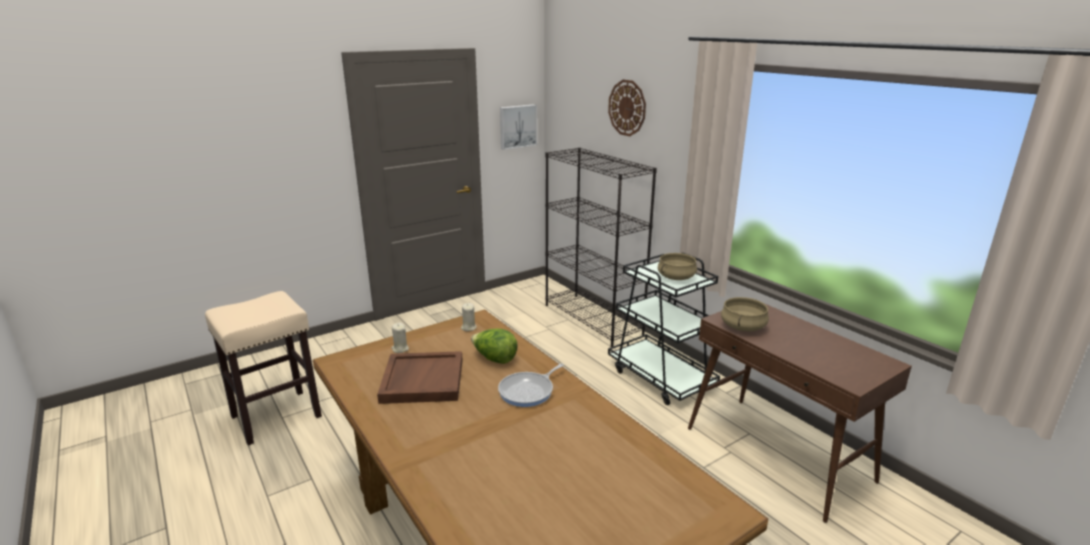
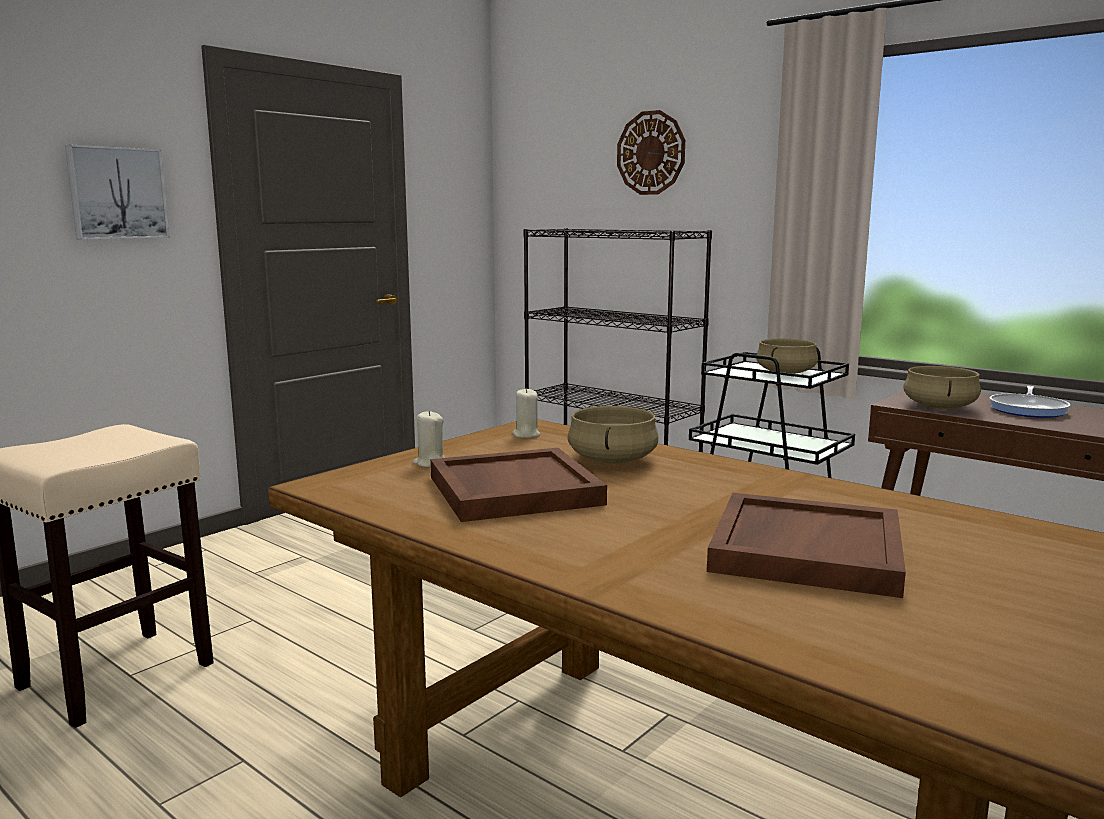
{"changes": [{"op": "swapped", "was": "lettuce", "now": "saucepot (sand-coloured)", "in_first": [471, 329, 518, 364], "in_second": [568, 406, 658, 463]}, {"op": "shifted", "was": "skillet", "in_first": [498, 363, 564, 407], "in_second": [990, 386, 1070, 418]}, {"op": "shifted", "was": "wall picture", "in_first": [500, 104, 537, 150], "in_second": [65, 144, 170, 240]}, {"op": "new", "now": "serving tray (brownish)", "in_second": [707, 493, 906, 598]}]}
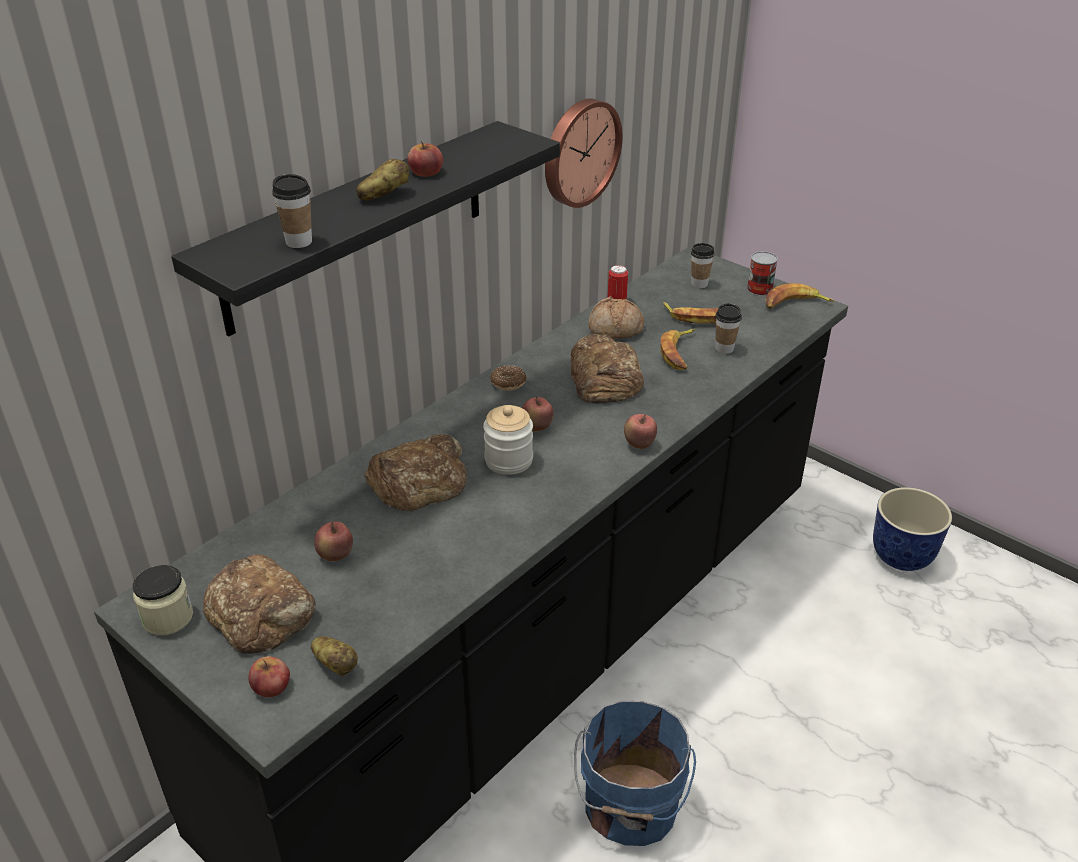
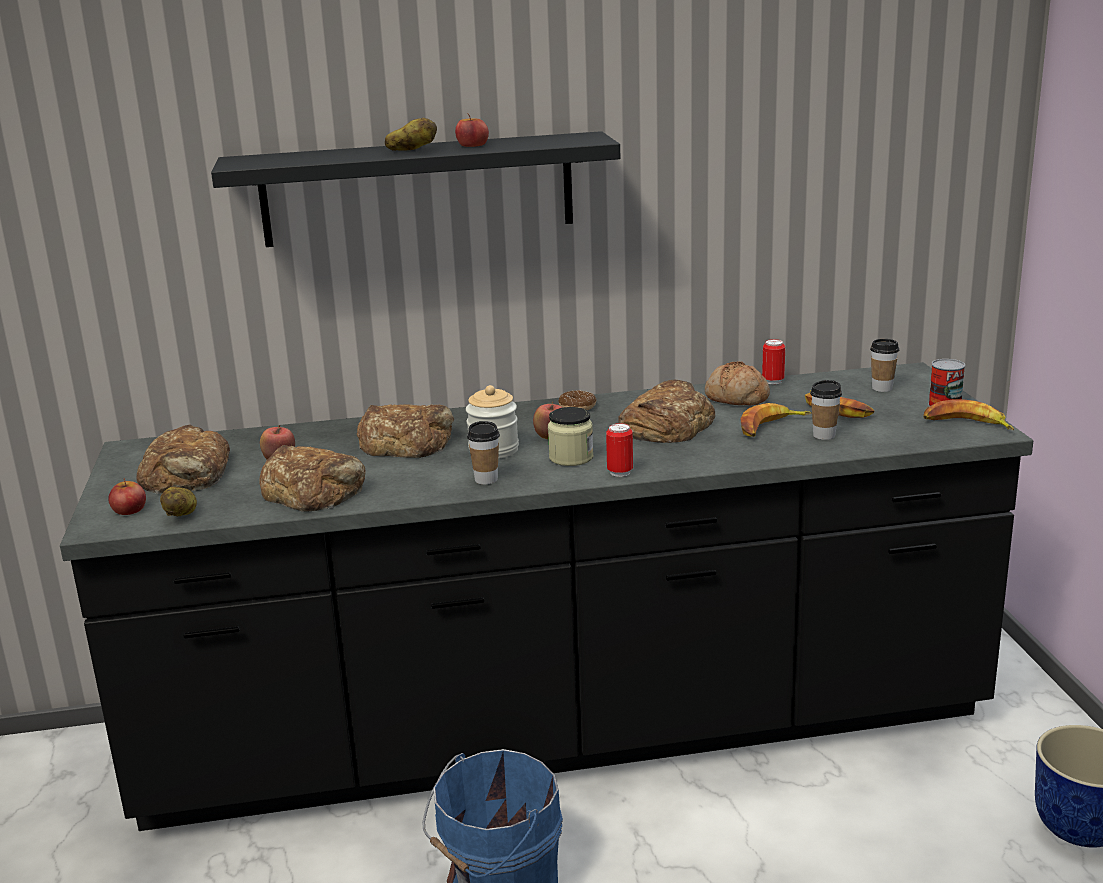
{"changes": [{"op": "shifted", "was": "storage jar", "in_first": [133, 565, 193, 636], "in_second": [548, 407, 593, 466]}, {"op": "shifted", "was": "small cup", "in_first": [272, 174, 312, 248], "in_second": [467, 421, 500, 485]}, {"op": "gone", "was": "wall clock", "in_first": [545, 98, 622, 208]}, {"op": "swapped", "was": "apple", "now": "sealed can", "in_first": [624, 414, 657, 449], "in_second": [606, 423, 633, 477]}, {"op": "new", "now": "bread", "in_second": [259, 445, 366, 511]}]}
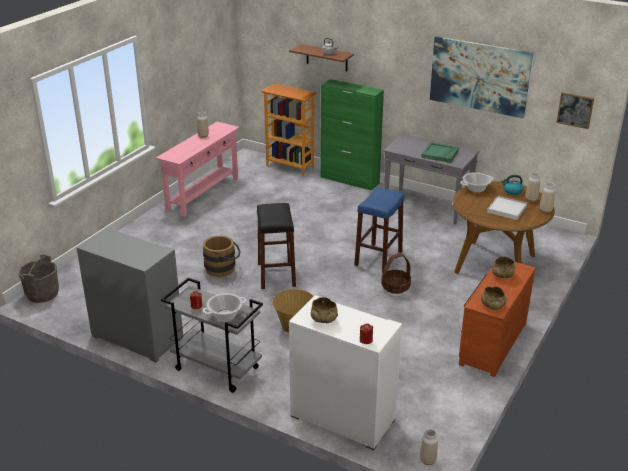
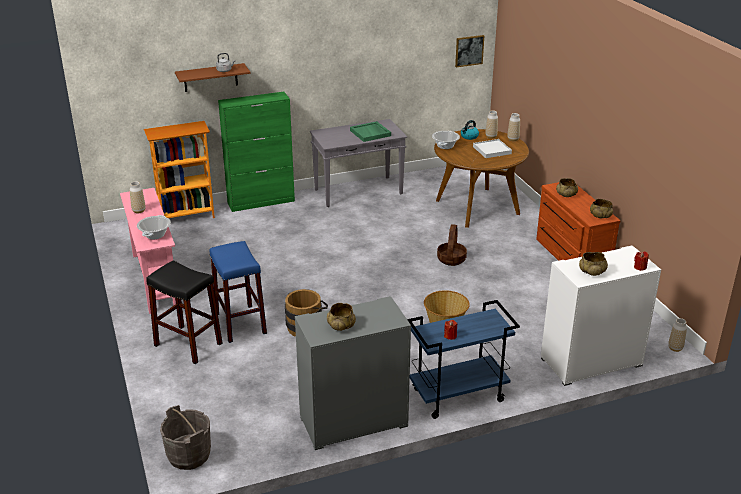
{"changes": [{"op": "repainted", "was": "wheeled cart (greyish)", "now": "wheeled cart (blue)", "in_first": [161, 278, 263, 393], "in_second": [408, 300, 520, 419]}, {"op": "shifted", "was": "saucepot", "in_first": [203, 293, 247, 321], "in_second": [137, 215, 171, 239]}, {"op": "shifted", "was": "stool seat (black)", "in_first": [257, 203, 296, 289], "in_second": [146, 260, 222, 364]}, {"op": "shifted", "was": "stool seat (blue)", "in_first": [354, 188, 404, 273], "in_second": [209, 241, 267, 343]}, {"op": "gone", "was": "wall picture", "in_first": [430, 36, 533, 118]}, {"op": "new", "now": "bowl (sand-coloured)", "in_second": [327, 303, 356, 331]}]}
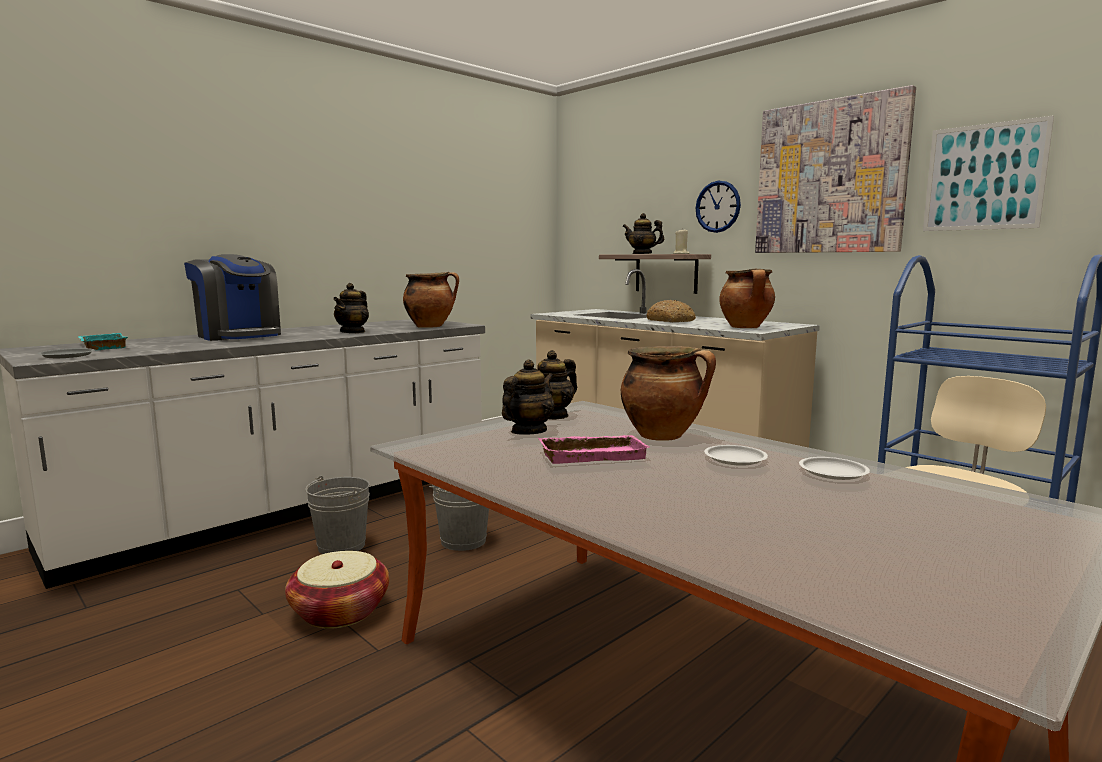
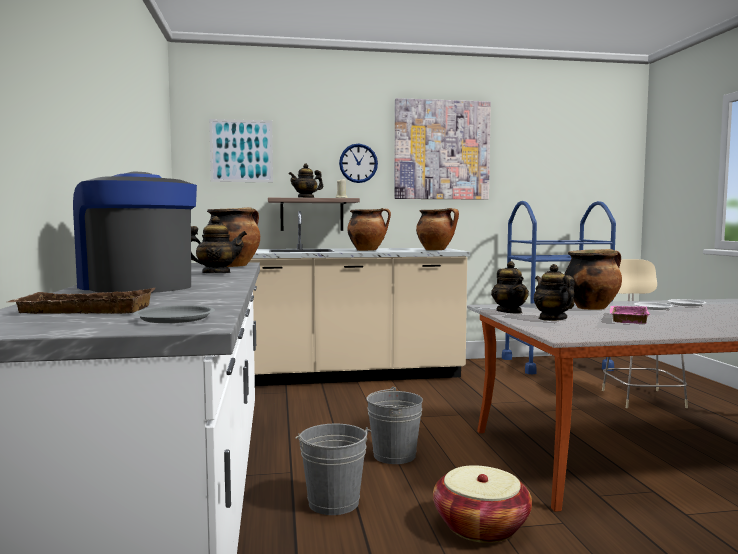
{"changes": [{"op": "repainted", "was": "serving tray (turquoise-coloured)", "now": "serving tray (brownish)", "in_first": [78, 333, 128, 350], "in_second": [8, 288, 155, 314]}, {"op": "rotated", "was": "coffee machine", "in_first": [184, 254, 281, 341], "in_second": [73, 172, 197, 293], "clockwise": -120}, {"op": "rotated", "was": "pot for tea", "in_first": [333, 283, 369, 333], "in_second": [191, 216, 247, 273], "clockwise": -60}, {"op": "swapped", "was": "bread", "now": "saucepot", "in_first": [646, 300, 696, 322], "in_second": [347, 208, 391, 251]}, {"op": "shifted", "was": "wall picture", "in_first": [923, 115, 1054, 231], "in_second": [209, 119, 273, 182]}]}
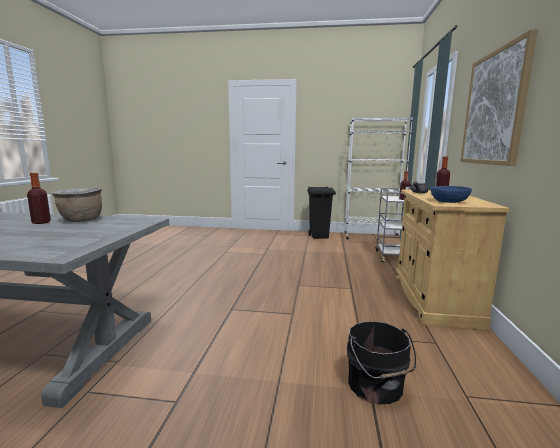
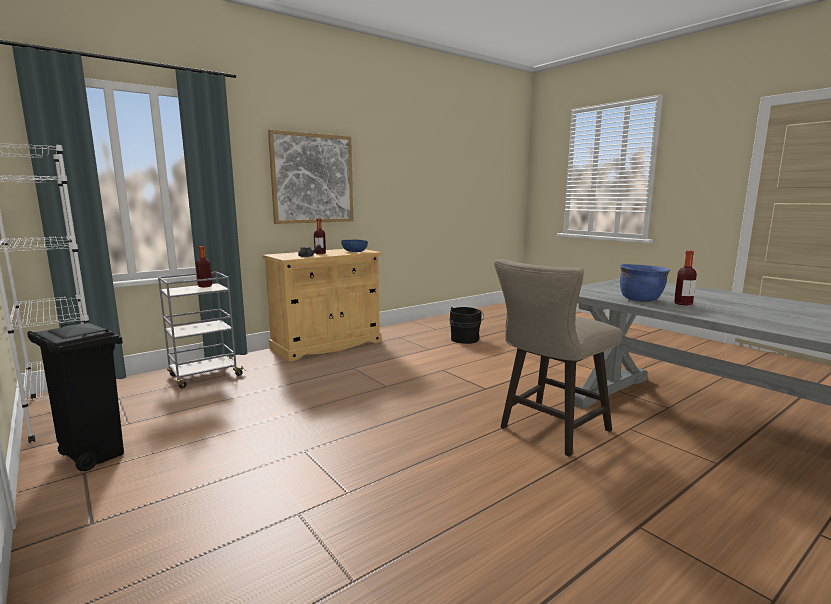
{"changes": [{"op": "repainted", "was": "saucepot (brownish)", "now": "saucepot (blue)", "in_first": [52, 188, 102, 222], "in_second": [620, 264, 670, 302]}, {"op": "new", "now": "stool seat (sand-coloured)", "in_second": [494, 259, 622, 456]}]}
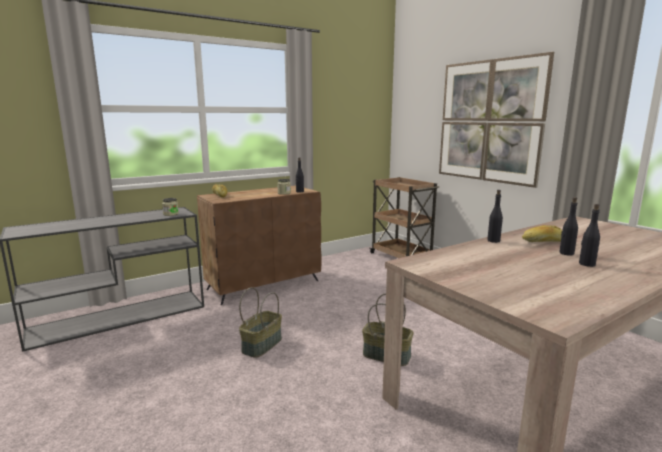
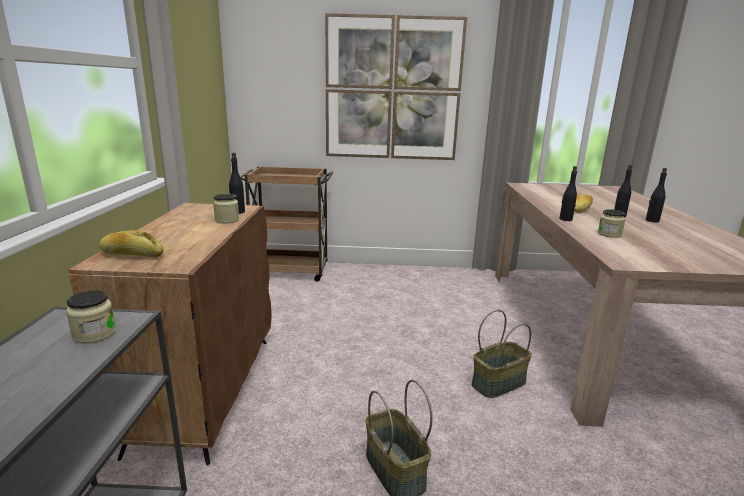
{"changes": [{"op": "new", "now": "storage jar", "in_second": [598, 209, 625, 238]}]}
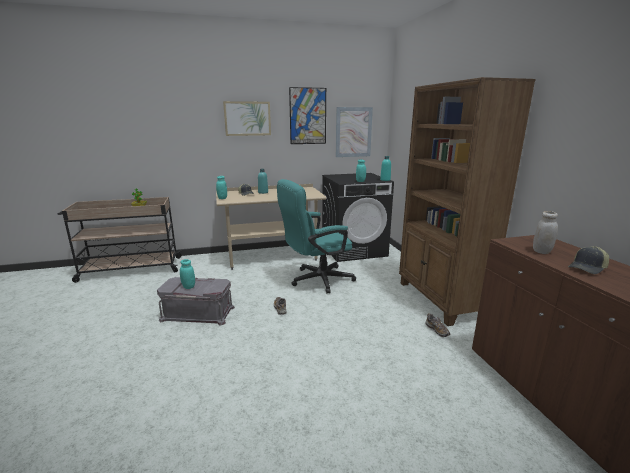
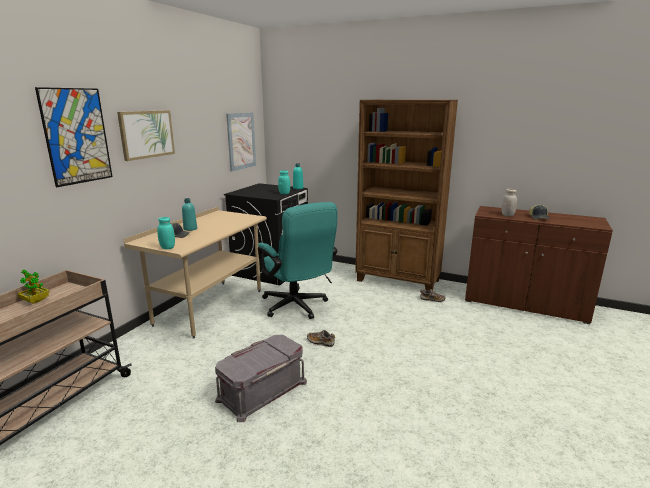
{"changes": [{"op": "gone", "was": "storage jar (turquoise-coloured)", "in_first": [180, 259, 195, 289]}, {"op": "rotated", "was": "computer chair (turquoise-coloured)", "in_first": [277, 179, 356, 293], "in_second": [258, 202, 337, 319], "clockwise": -45}, {"op": "shifted", "was": "wall picture", "in_first": [289, 87, 326, 144], "in_second": [35, 87, 113, 187]}]}
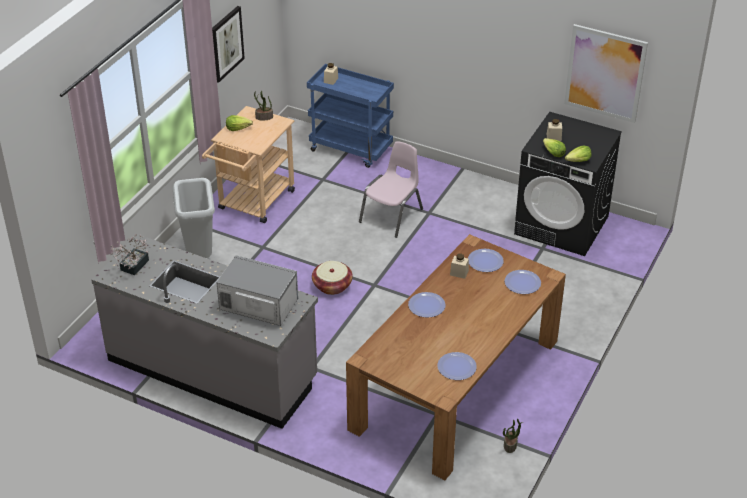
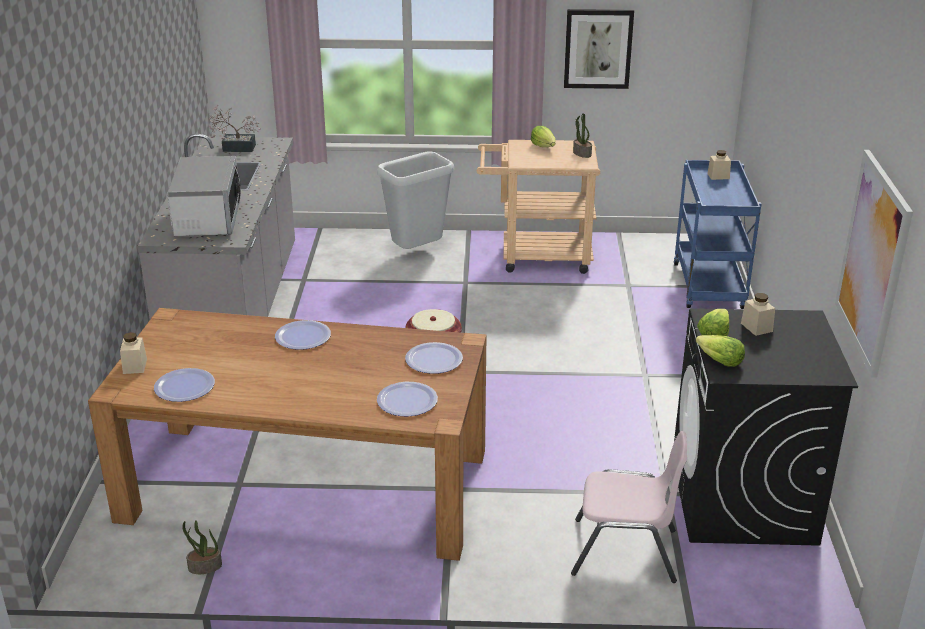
{"changes": [{"op": "shifted", "was": "chair (pink)", "in_first": [359, 141, 423, 238], "in_second": [571, 431, 687, 583]}, {"op": "shifted", "was": "storage jar (sand-coloured)", "in_first": [450, 254, 469, 279], "in_second": [120, 332, 147, 374]}]}
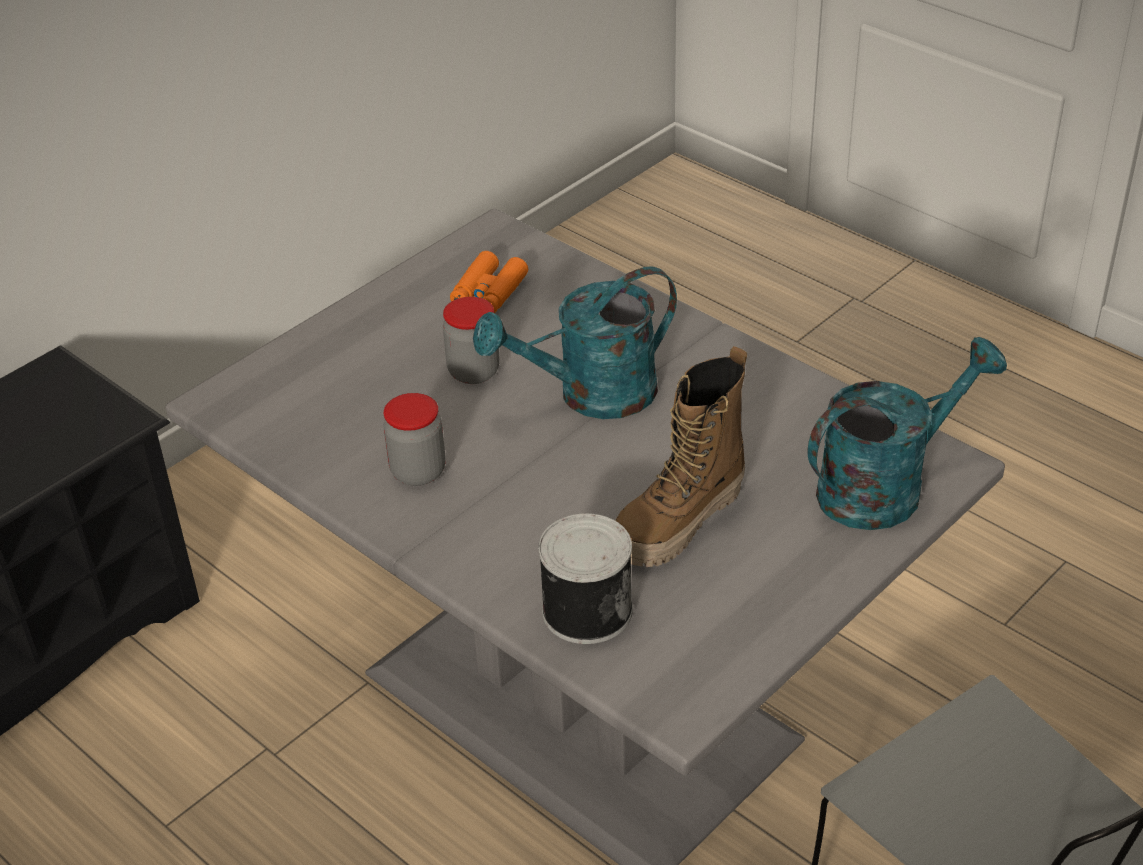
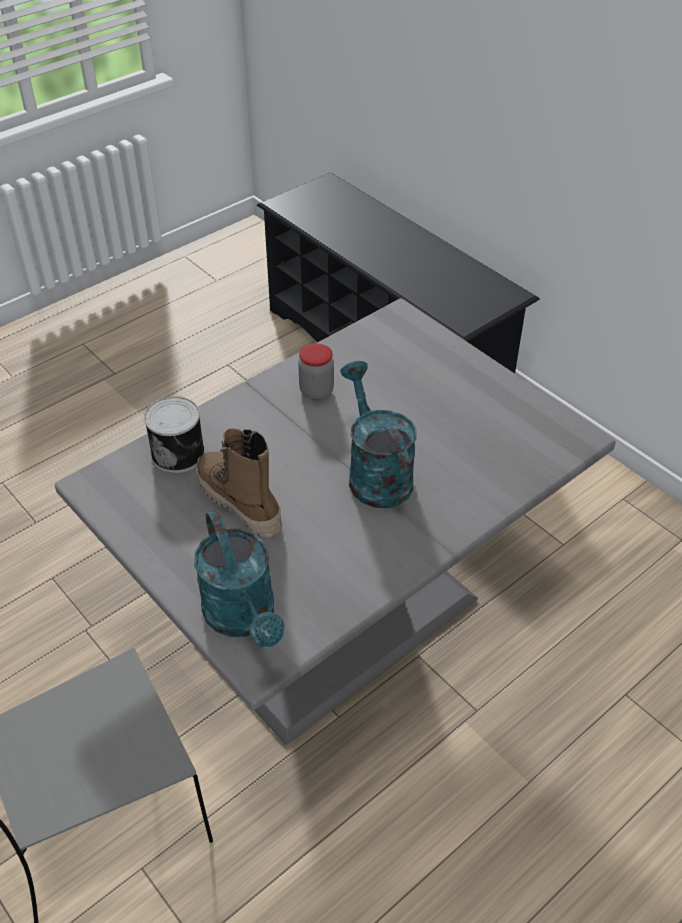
{"changes": [{"op": "gone", "was": "storage jar", "in_first": [443, 297, 500, 384]}, {"op": "gone", "was": "field glasses (orangey)", "in_first": [450, 251, 528, 313]}]}
